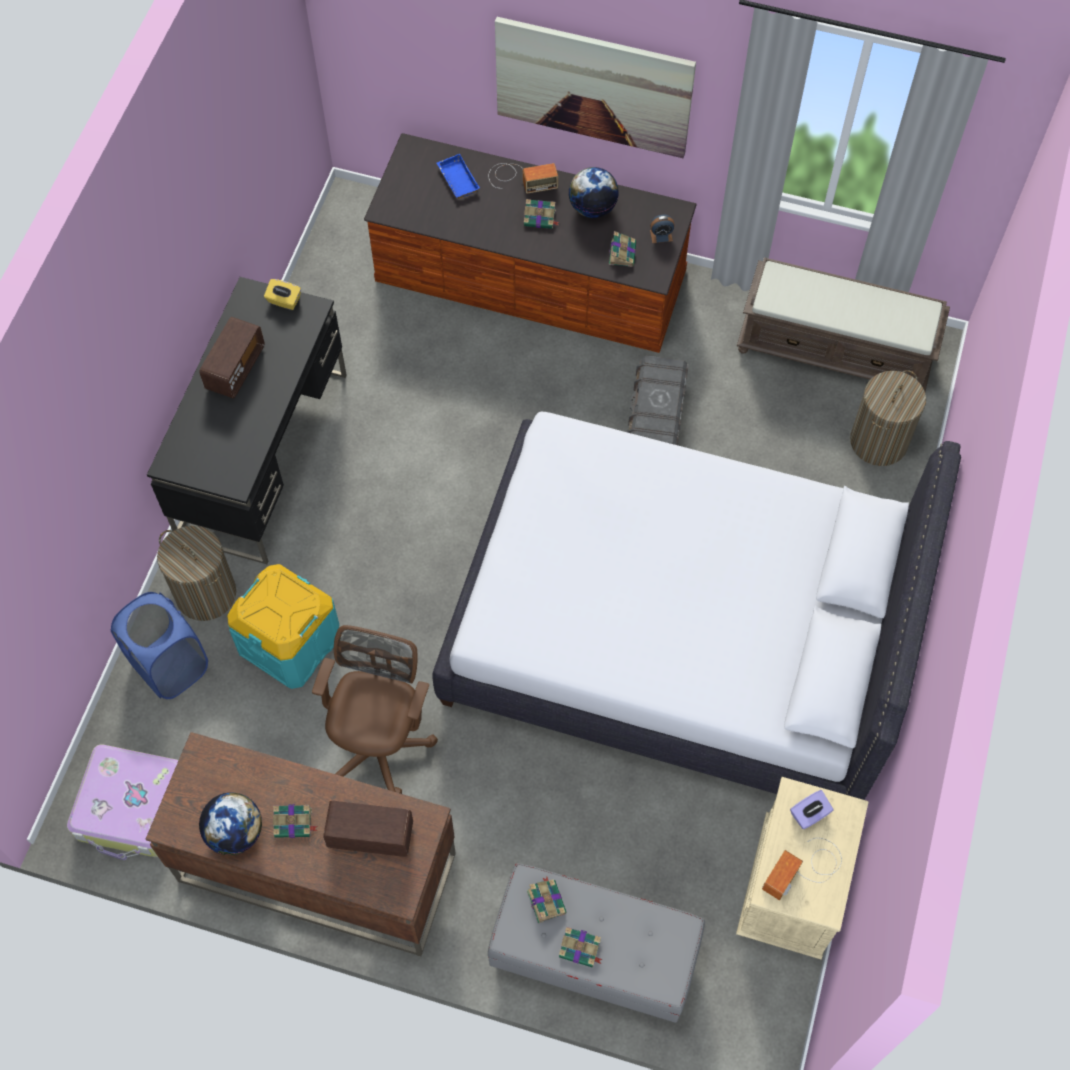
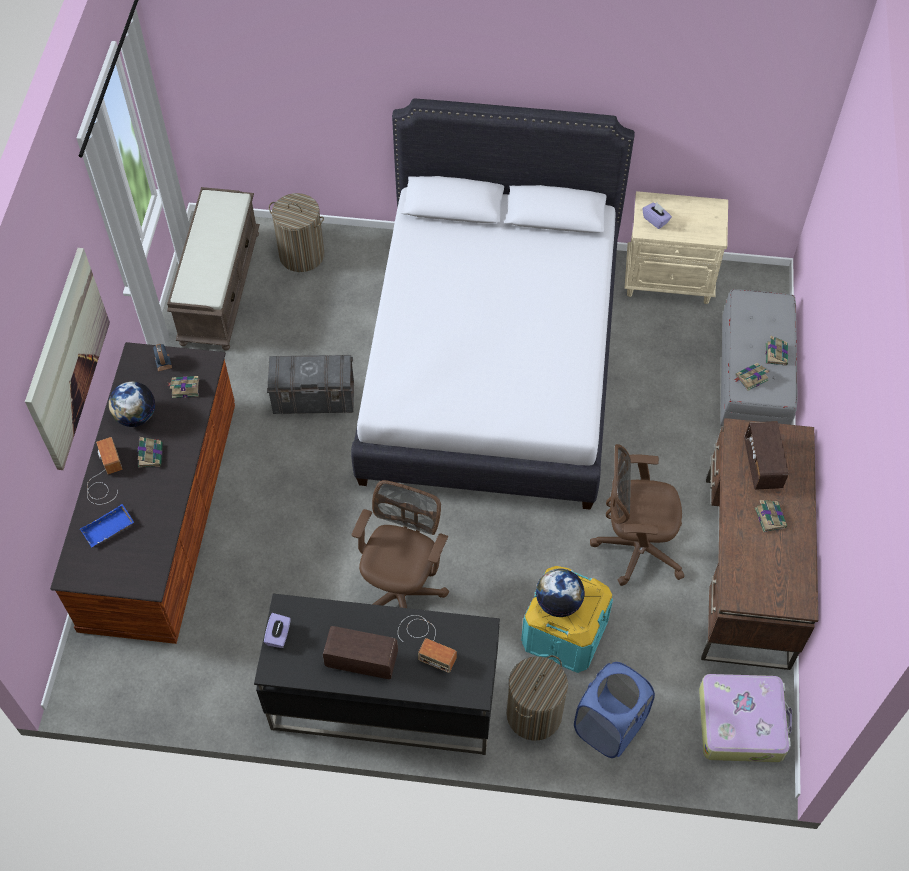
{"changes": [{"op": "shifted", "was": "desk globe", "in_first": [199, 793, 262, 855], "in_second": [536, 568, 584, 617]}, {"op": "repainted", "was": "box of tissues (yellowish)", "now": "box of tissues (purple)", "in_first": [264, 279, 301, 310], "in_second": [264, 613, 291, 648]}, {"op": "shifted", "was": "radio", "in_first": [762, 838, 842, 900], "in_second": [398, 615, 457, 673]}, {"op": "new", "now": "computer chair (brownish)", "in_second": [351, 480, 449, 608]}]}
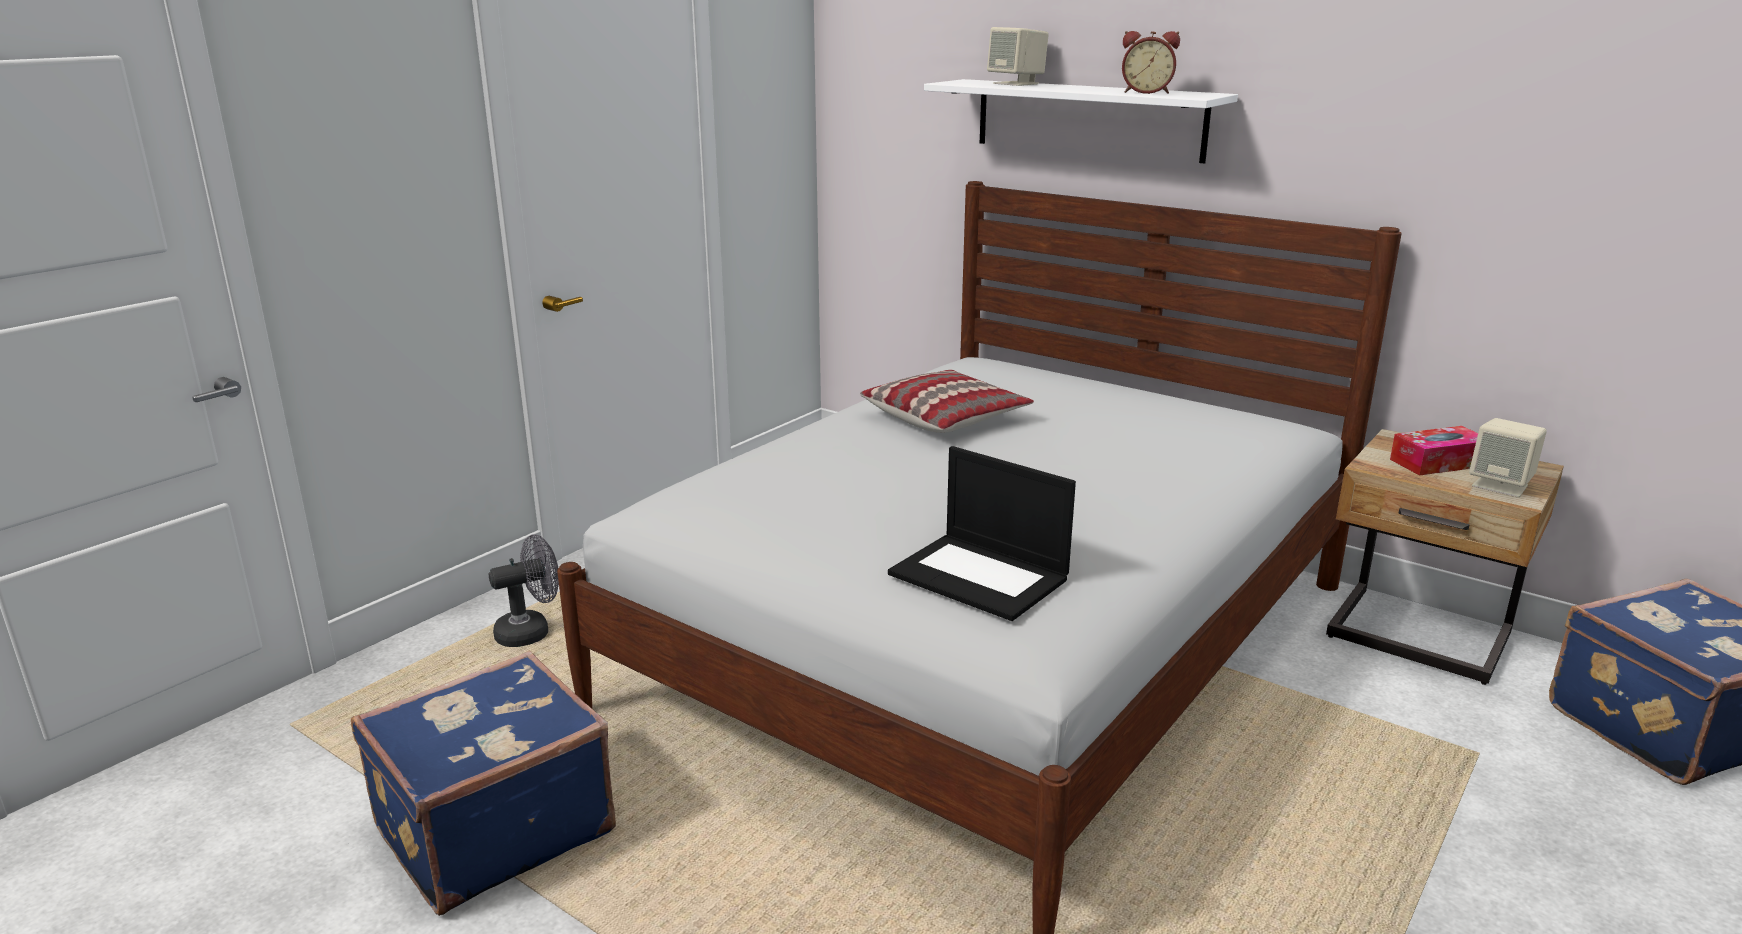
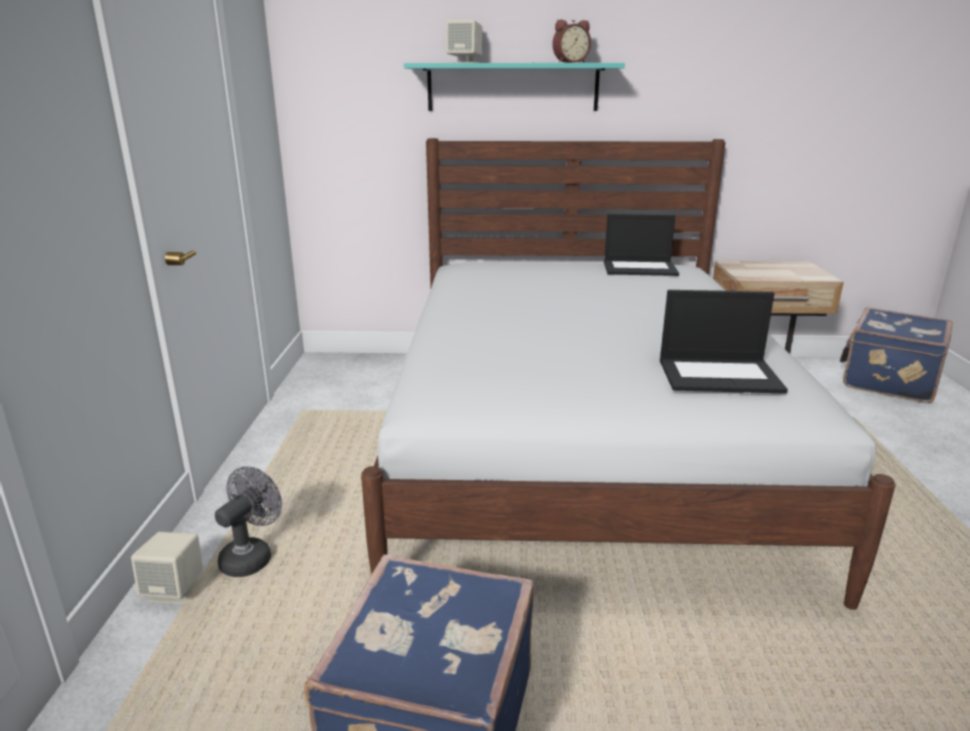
{"changes": [{"op": "gone", "was": "cushion", "in_first": [860, 370, 1034, 433]}, {"op": "repainted", "was": "bracket shelf (white-coloured)", "now": "bracket shelf (turquoise-coloured)", "in_first": [924, 79, 1238, 164], "in_second": [404, 63, 625, 111]}, {"op": "gone", "was": "box of tissues", "in_first": [1390, 426, 1478, 476]}, {"op": "shifted", "was": "speaker (sand-coloured)", "in_first": [1469, 418, 1547, 498], "in_second": [131, 532, 203, 604]}, {"op": "new", "now": "portable computer", "in_second": [604, 214, 679, 276]}]}
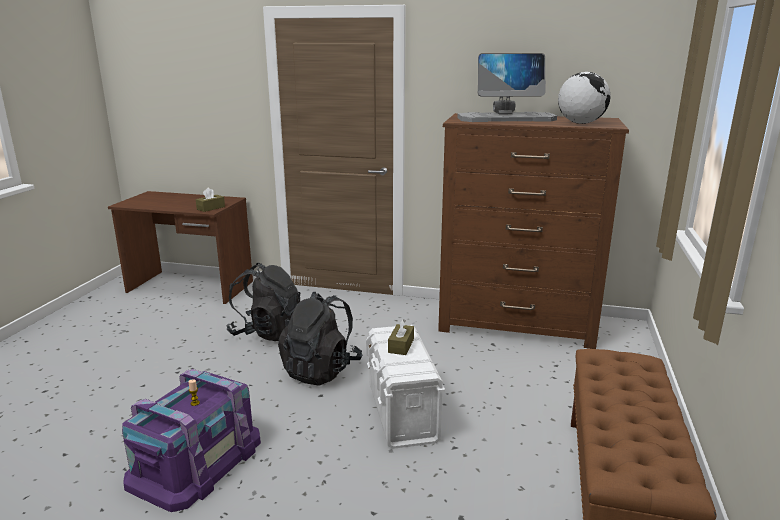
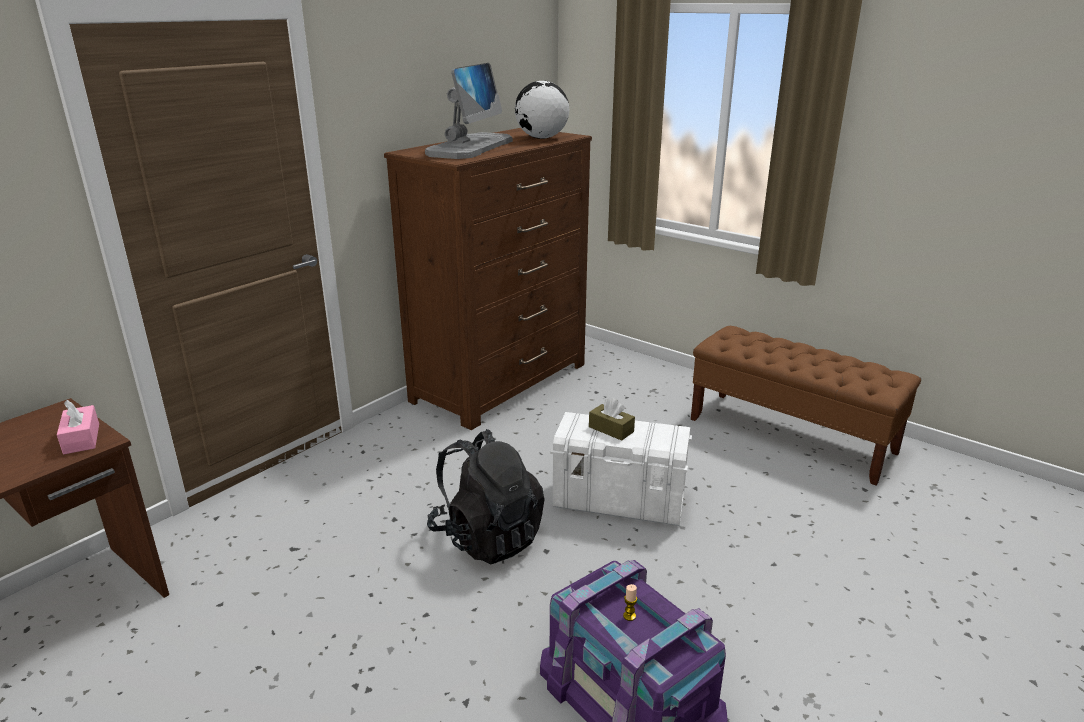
{"changes": [{"op": "repainted", "was": "box of tissues (brownish)", "now": "box of tissues (pink)", "in_first": [196, 188, 225, 212], "in_second": [57, 400, 99, 454]}, {"op": "gone", "was": "knapsack (black)", "in_first": [226, 263, 300, 341]}]}
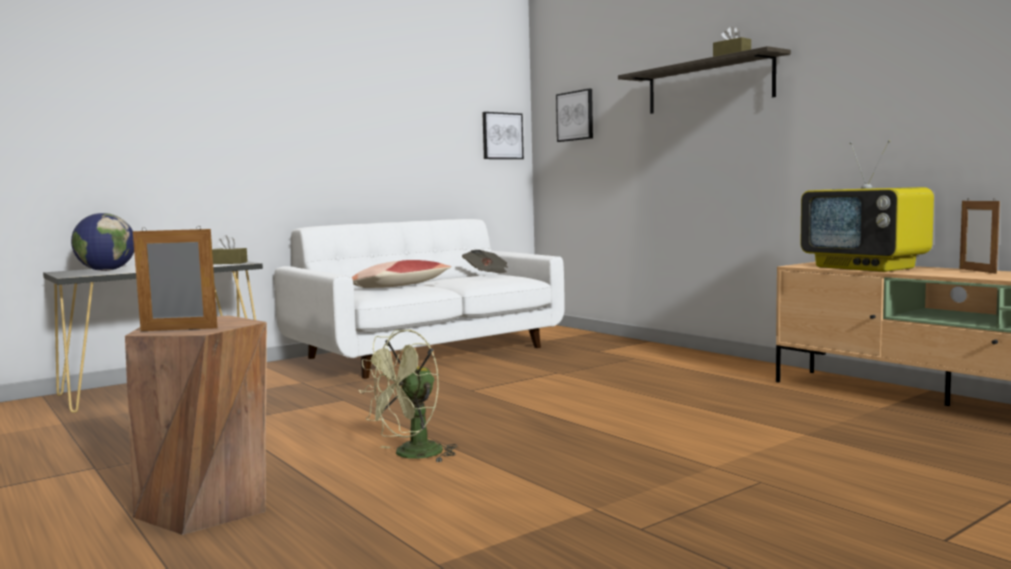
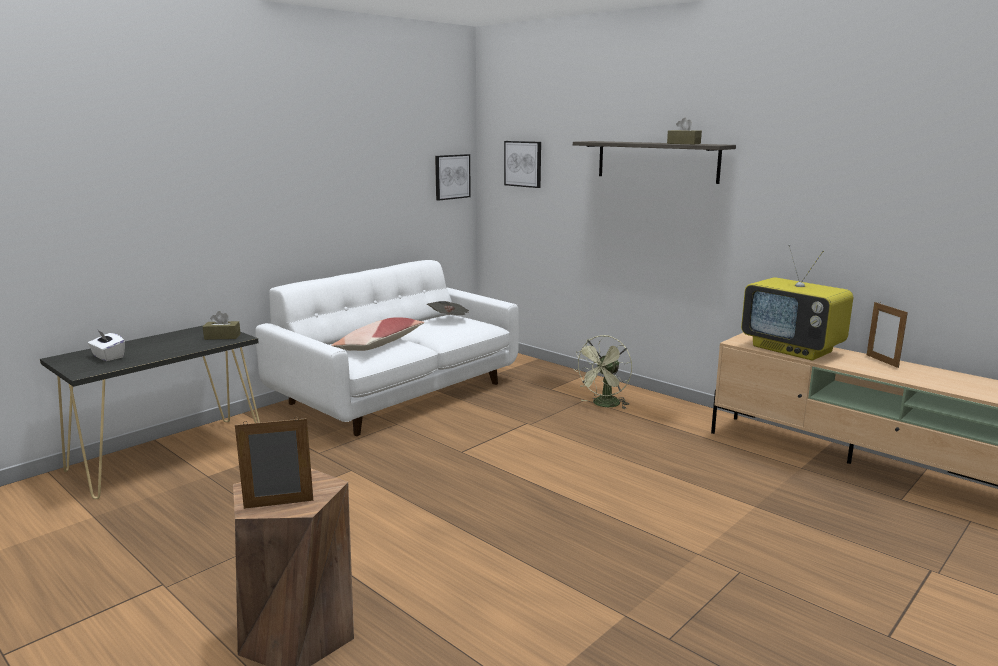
{"changes": [{"op": "swapped", "was": "desk globe", "now": "box of tissues (white-coloured)", "in_first": [71, 213, 134, 271], "in_second": [88, 330, 125, 361]}, {"op": "shifted", "was": "cooling fan (green-coloured)", "in_first": [359, 329, 457, 463], "in_second": [573, 335, 632, 409]}]}
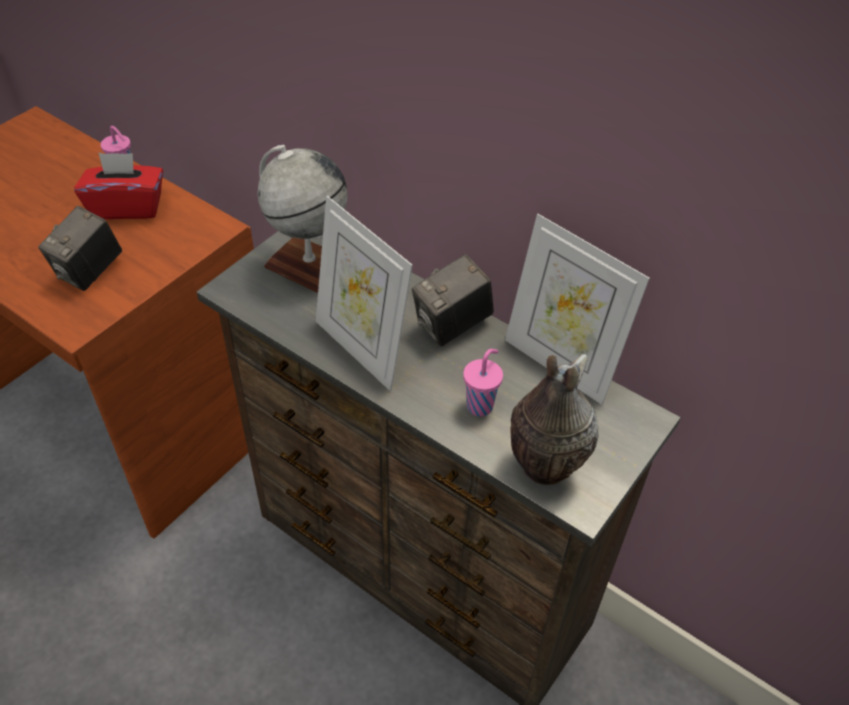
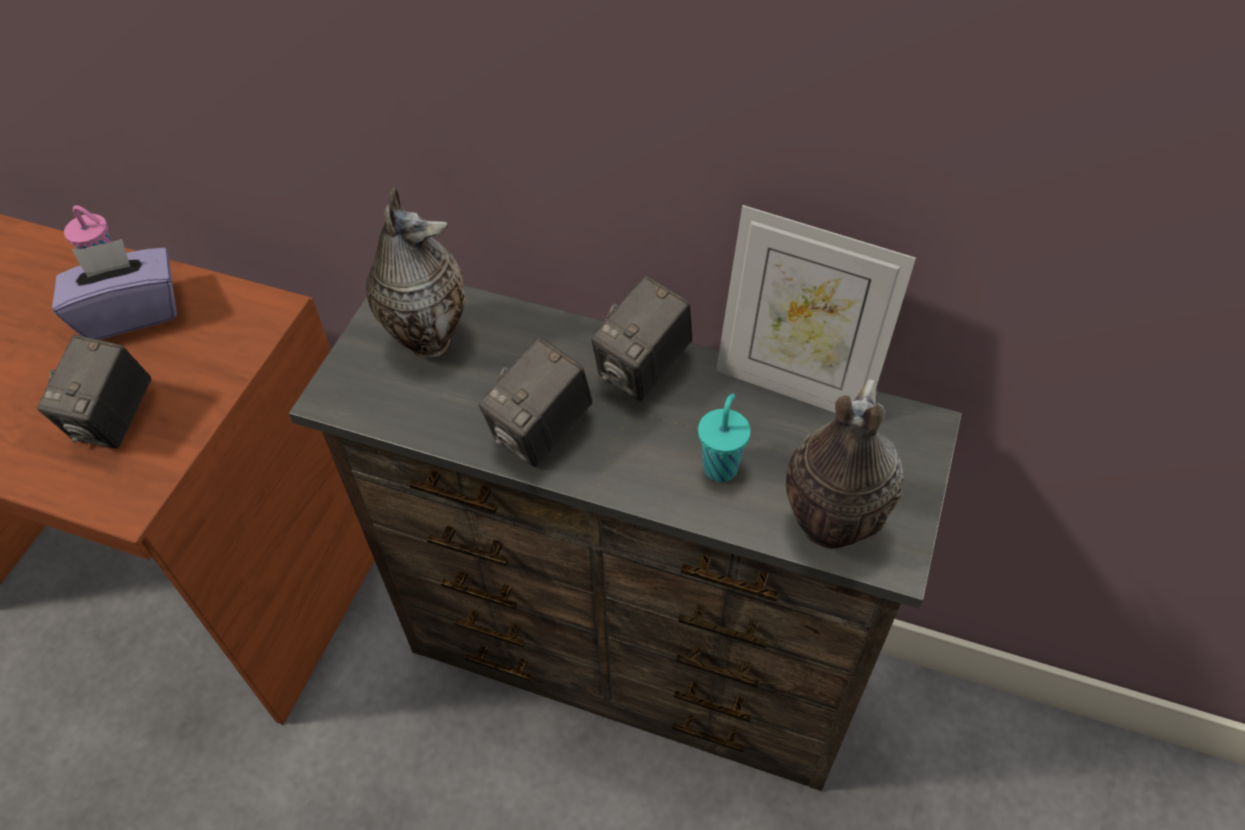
{"changes": [{"op": "repainted", "was": "box of tissues (reddish)", "now": "box of tissues (purple)", "in_first": [74, 152, 163, 219], "in_second": [52, 239, 177, 340]}, {"op": "swapped", "was": "desk globe", "now": "vase", "in_first": [258, 145, 347, 293], "in_second": [366, 187, 465, 358]}, {"op": "swapped", "was": "photo frame", "now": "photo camera", "in_first": [316, 196, 413, 391], "in_second": [479, 337, 593, 467]}, {"op": "repainted", "was": "small cup (pink)", "now": "small cup (turquoise-coloured)", "in_first": [463, 349, 503, 416], "in_second": [698, 394, 751, 482]}]}
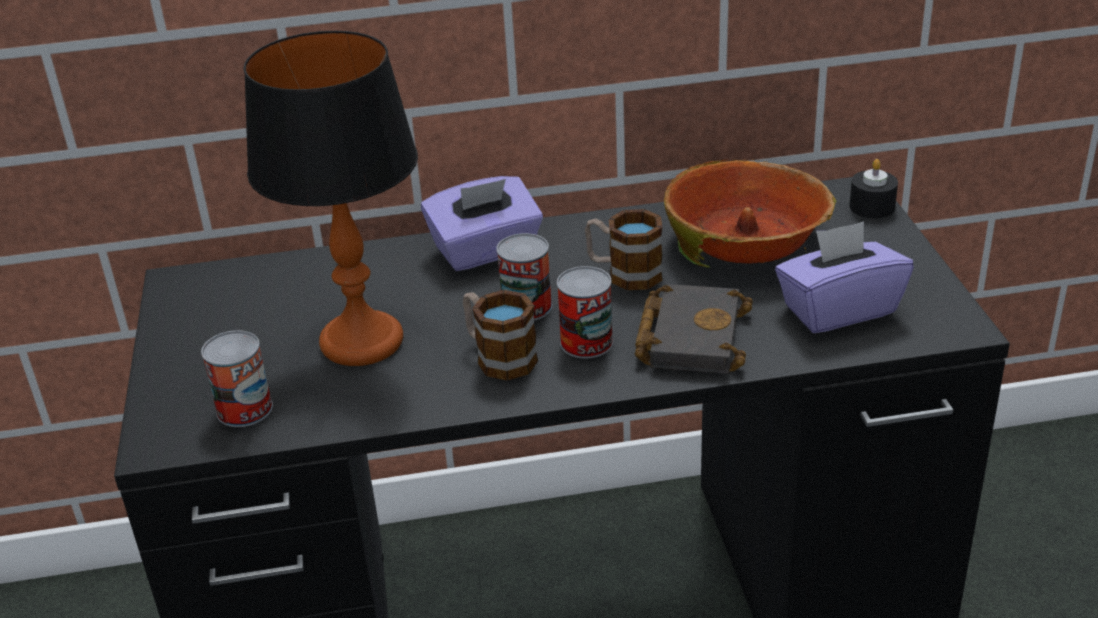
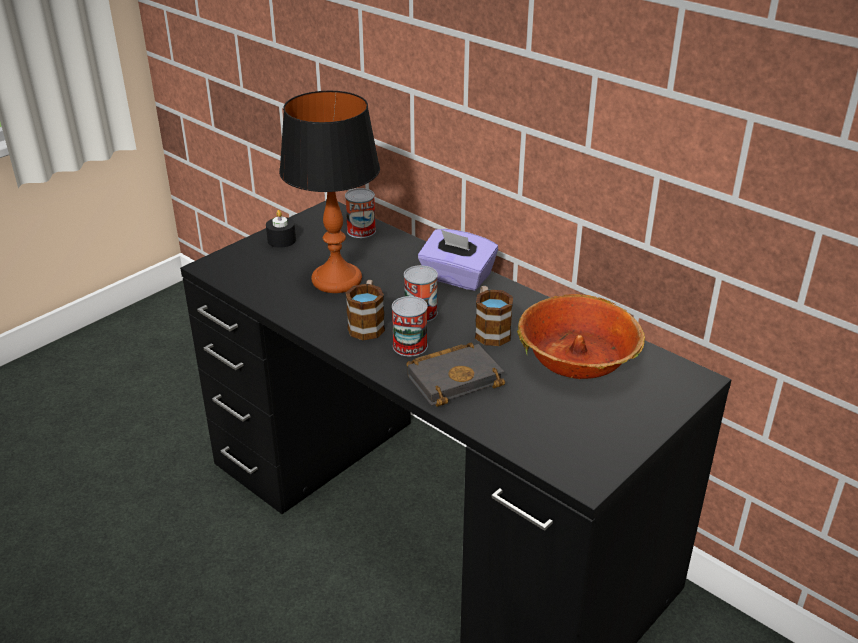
{"changes": [{"op": "shifted", "was": "sealed can", "in_first": [201, 330, 273, 427], "in_second": [345, 188, 376, 238]}, {"op": "gone", "was": "box of tissues (purple)", "in_first": [775, 221, 914, 333]}, {"op": "shifted", "was": "candle (black)", "in_first": [849, 159, 898, 218], "in_second": [266, 210, 296, 248]}]}
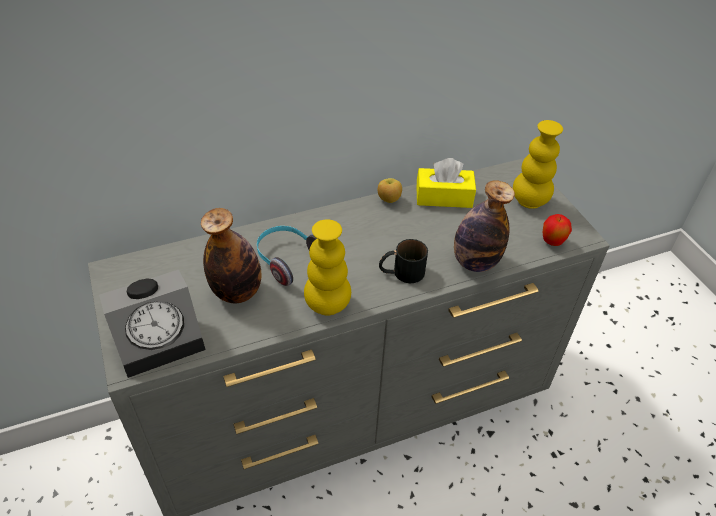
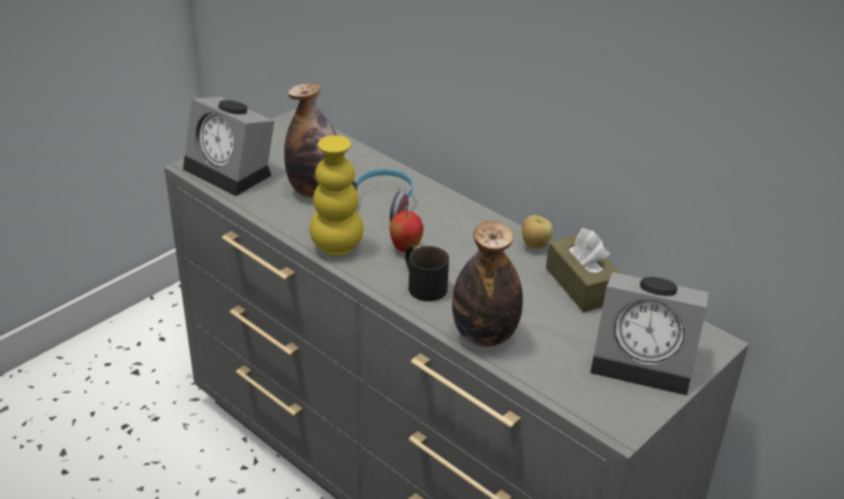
{"changes": [{"op": "repainted", "was": "box of tissues (yellowish)", "now": "box of tissues (brownish)", "in_first": [416, 158, 476, 208], "in_second": [546, 228, 621, 312]}, {"op": "swapped", "was": "vase (yellowish)", "now": "table clock", "in_first": [513, 120, 563, 209], "in_second": [590, 272, 708, 396]}, {"op": "shifted", "was": "apple", "in_first": [542, 214, 572, 246], "in_second": [389, 211, 424, 253]}]}
